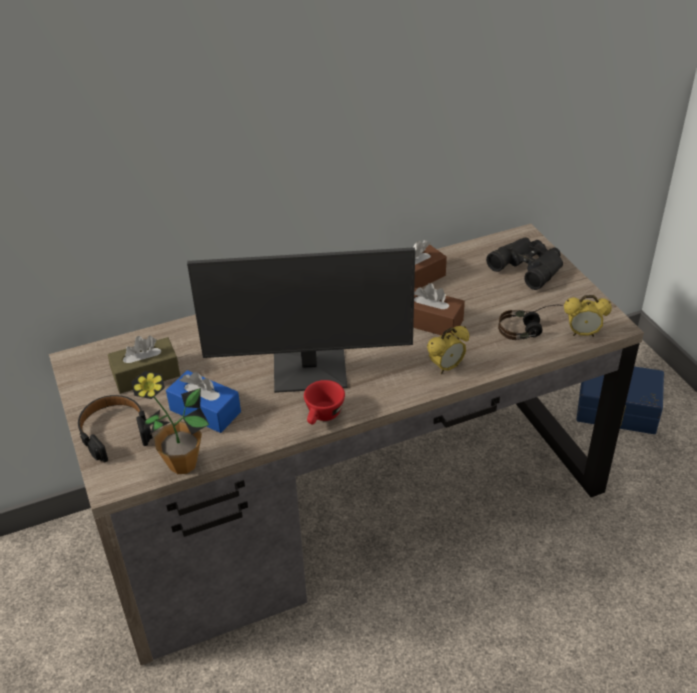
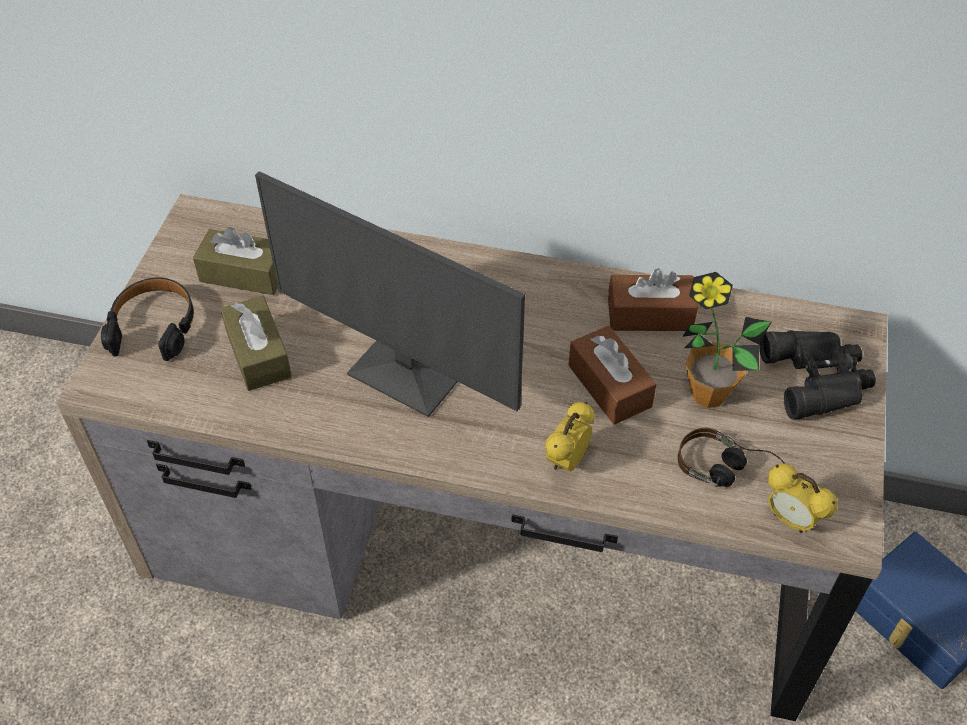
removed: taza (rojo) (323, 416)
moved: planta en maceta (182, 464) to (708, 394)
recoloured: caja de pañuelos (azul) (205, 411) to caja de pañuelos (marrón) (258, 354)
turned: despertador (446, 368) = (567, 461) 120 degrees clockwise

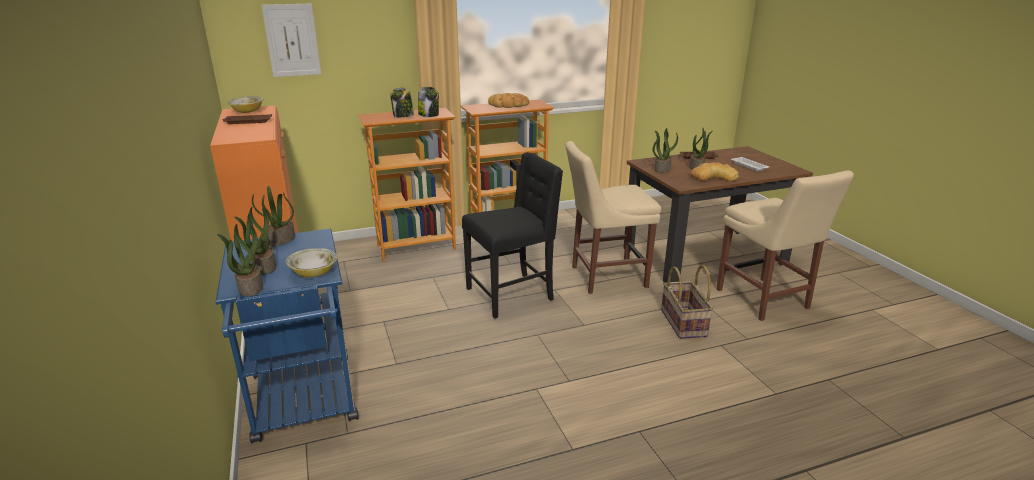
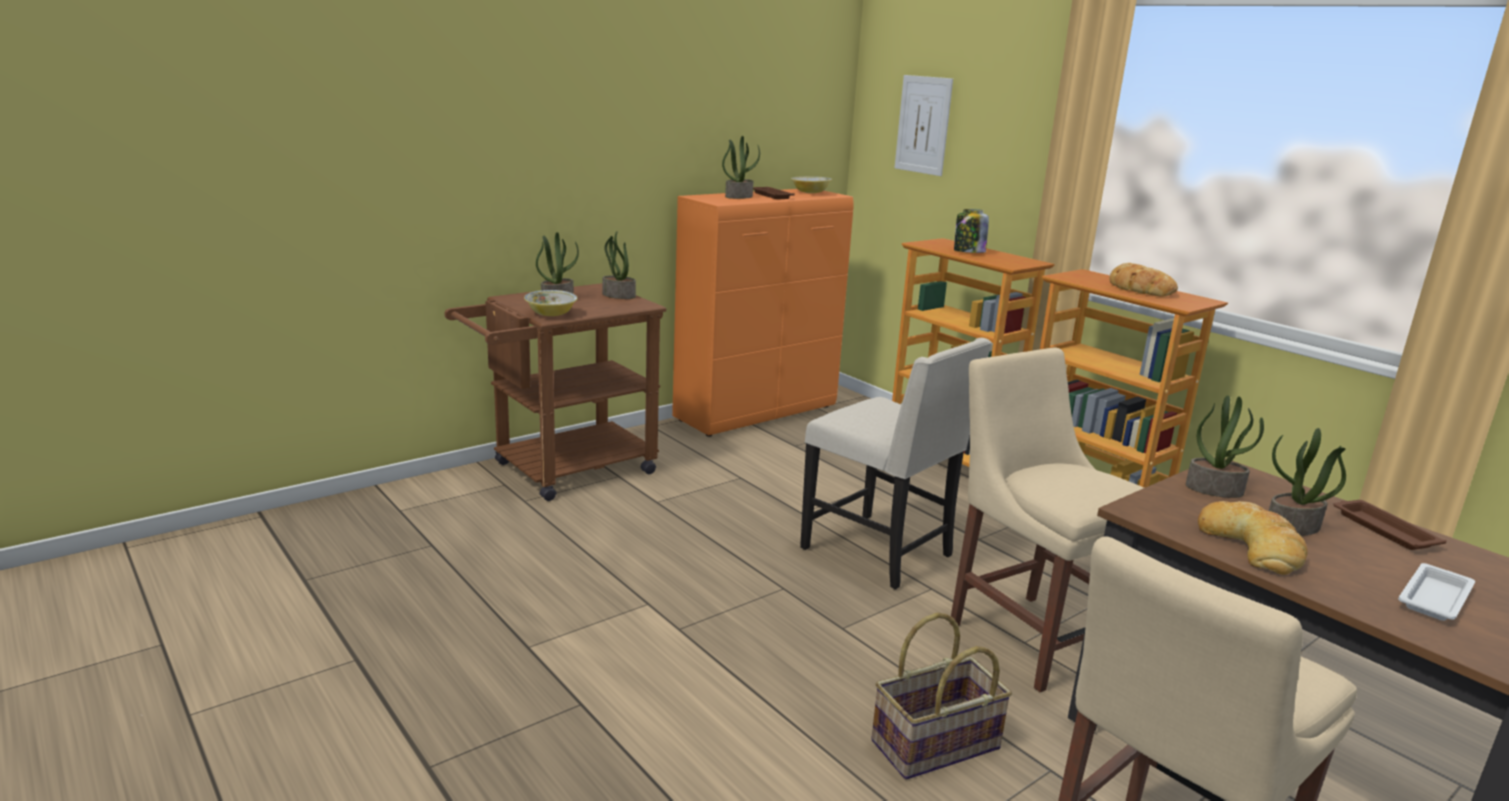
removed: tarro (429, 115)
moved: planta en maceta (250, 287) to (739, 196)
recoloured: carrito (azul) (305, 405) to carrito (marrón) (562, 471); silla (negro) (511, 294) to silla (beis) (881, 552)

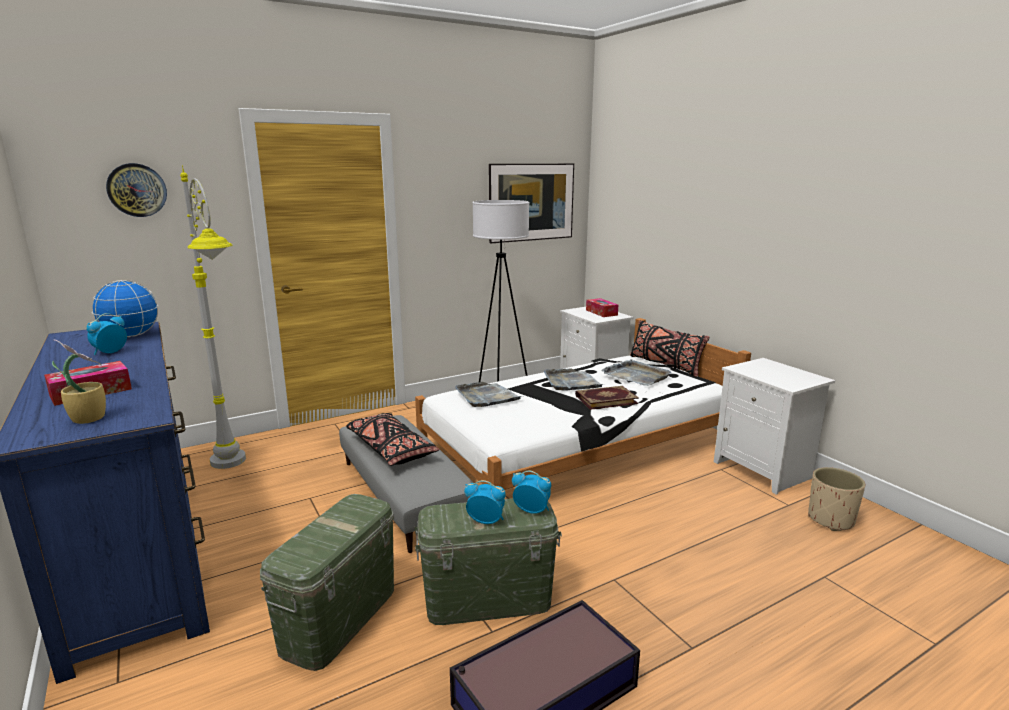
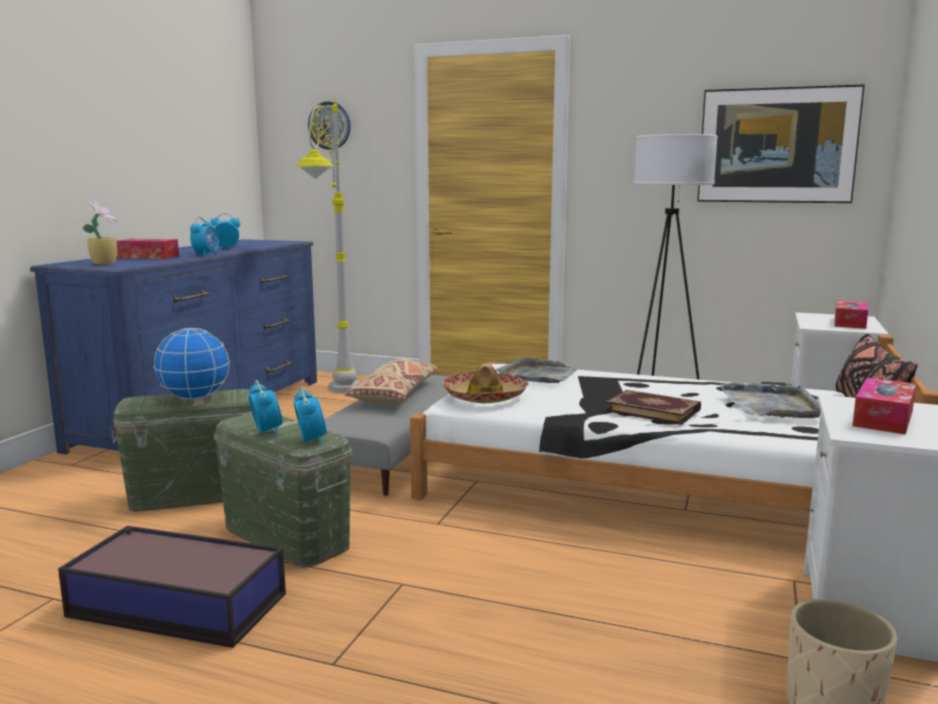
removed: bandeja (gris) (571, 382)
added: despertador (206, 255); sombrero (485, 396); caja de pañuelos (883, 418)
moved: globo terráqueo (130, 336) to (194, 398)
recoloured: cojín (negro) (390, 449) to cojín (beis) (395, 395)

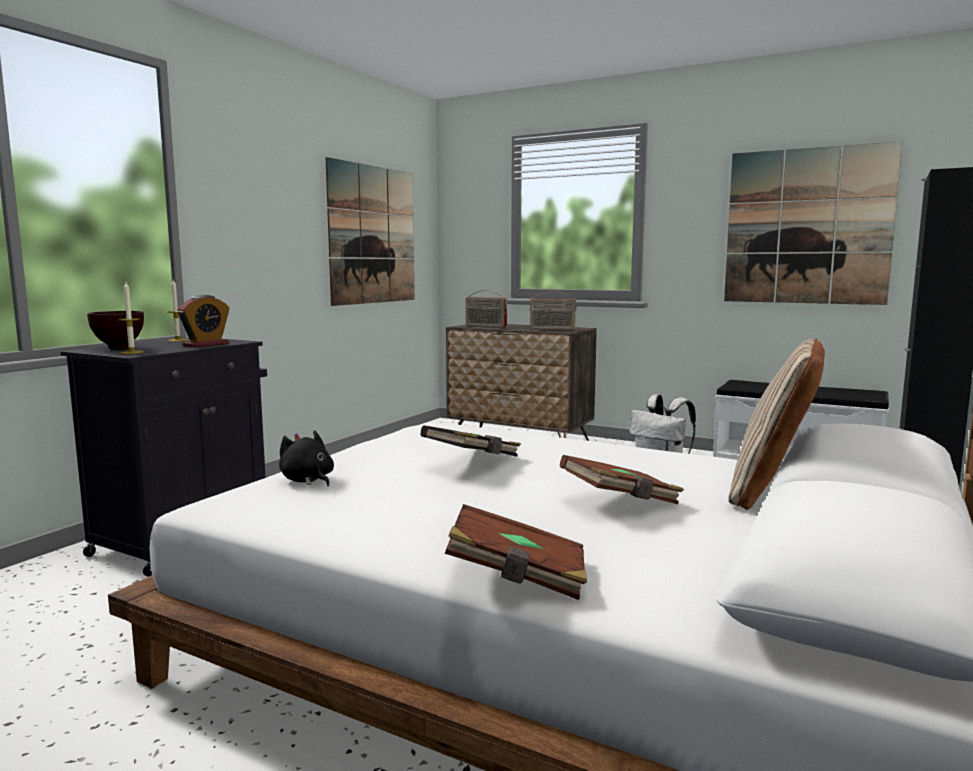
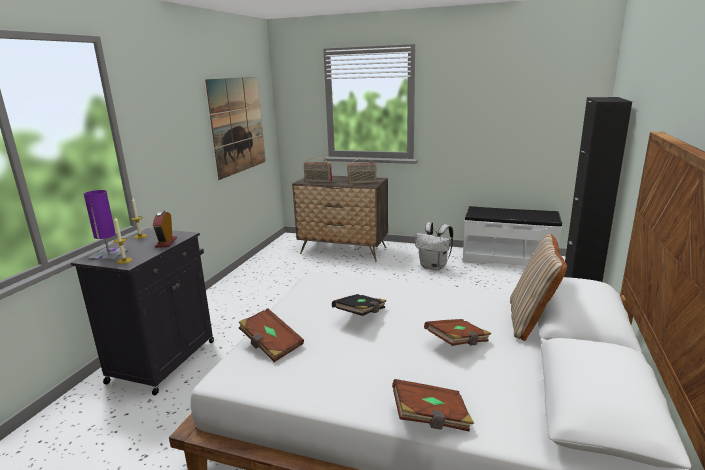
removed: cuadro (807, 226)
replaced: cuenco (marrón) (117, 348) to lámpara de mesa (morado) (109, 255); peluche (negro) (308, 480) to libro (marrón) (271, 345)
turned: despertador (206, 345) = (166, 243) 150 degrees clockwise

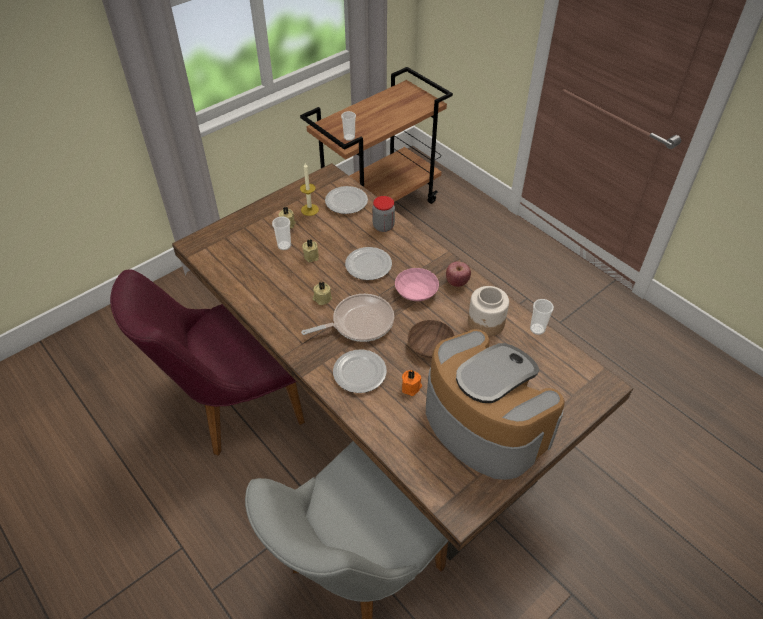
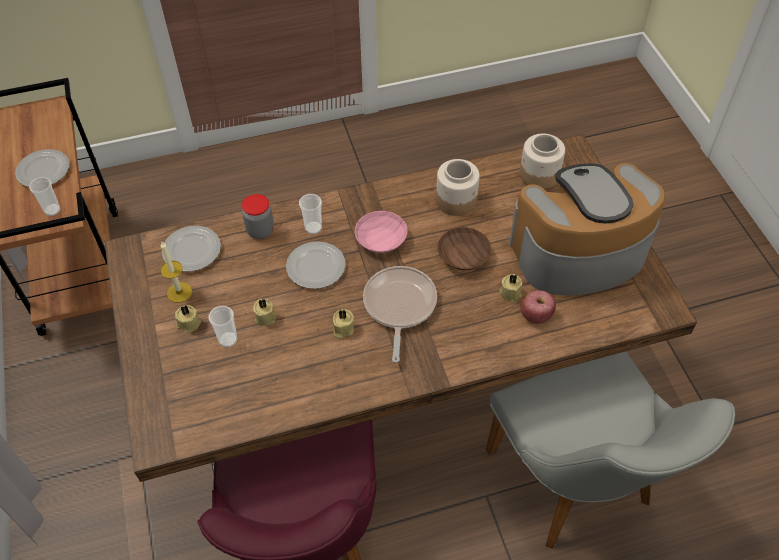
added: tarro (539, 175)
moved: plato (360, 373) to (44, 170); manzana (457, 282) to (535, 315); taza (537, 329) to (313, 228)
recoloured: vela (naranja) (411, 387) to vela (beis) (510, 292)

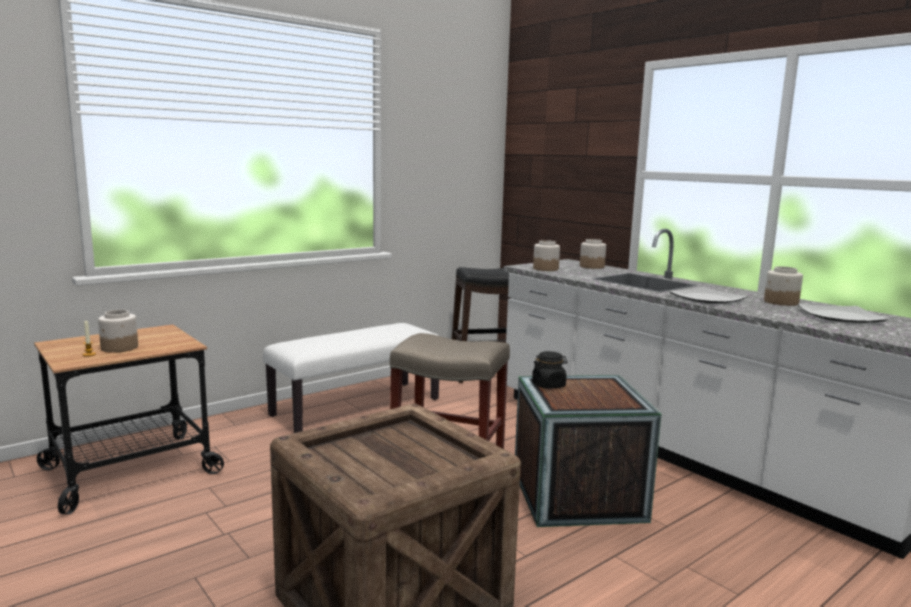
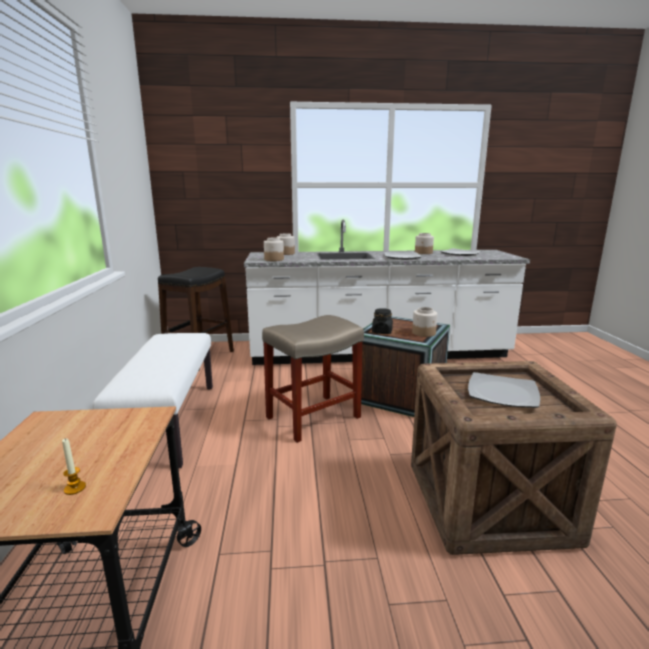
added: plato (503, 393)
moved: tarro (119, 348) to (424, 333)

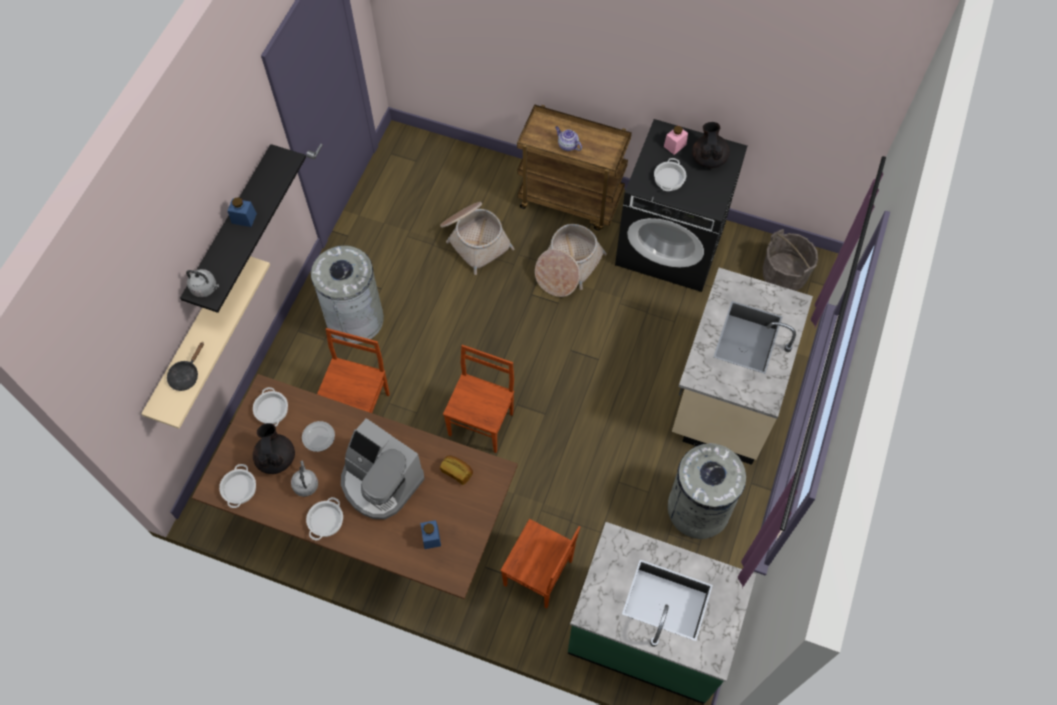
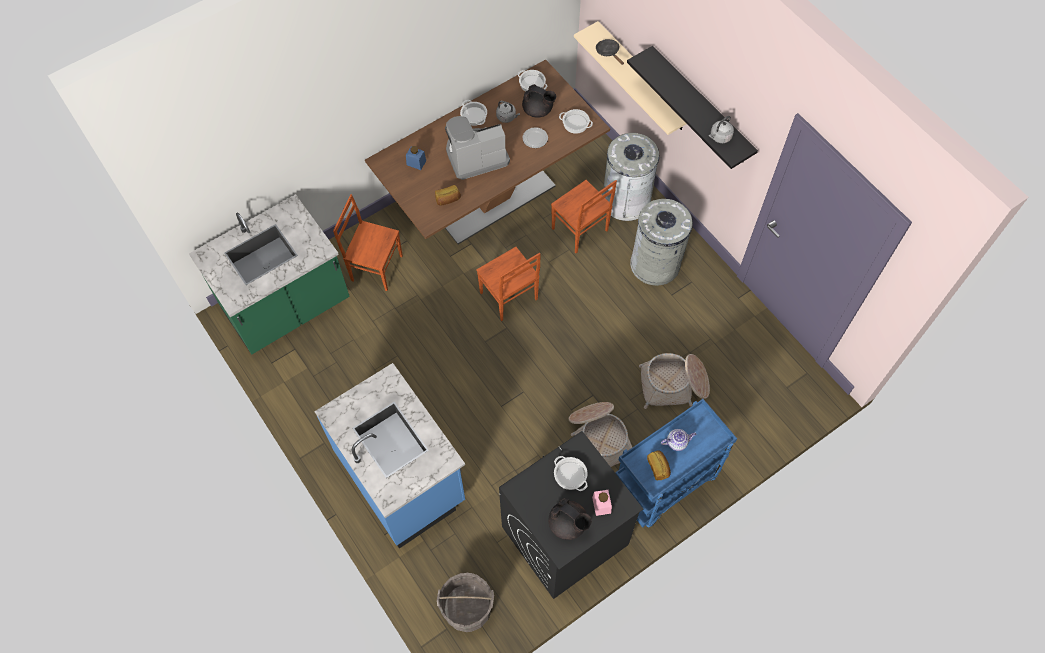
removed: tarro (azul) (244, 218)
added: pan (658, 467)
moved: hervidor (gris) (205, 288) to (719, 137); papelera (gris) (697, 509) to (626, 200)
recoloured: carrito (marrón) (571, 200) to carrito (azul) (665, 485); mueble bajo de cocina (beis) (726, 395) to mueble bajo de cocina (azul) (402, 477)
turned: silla (marrón) (538, 574) = (376, 267) 45 degrees clockwise

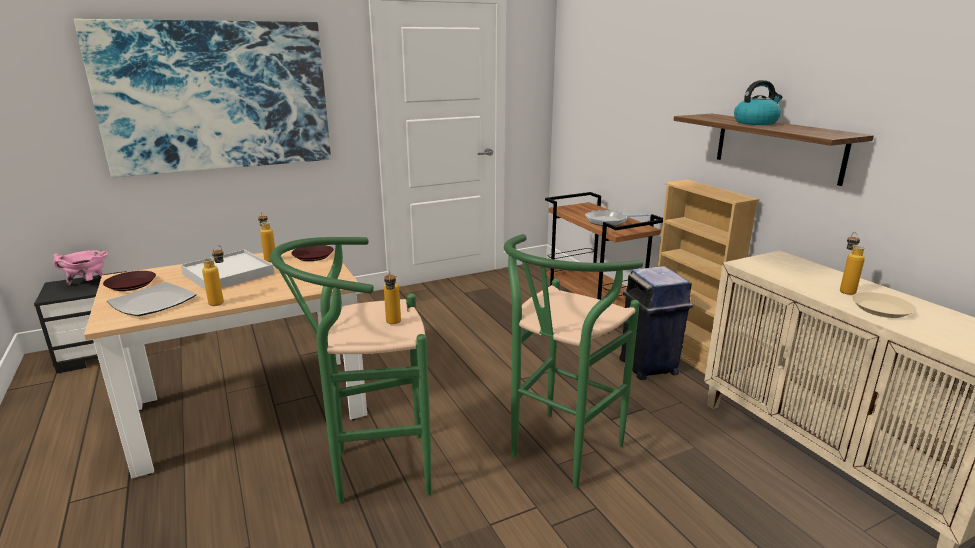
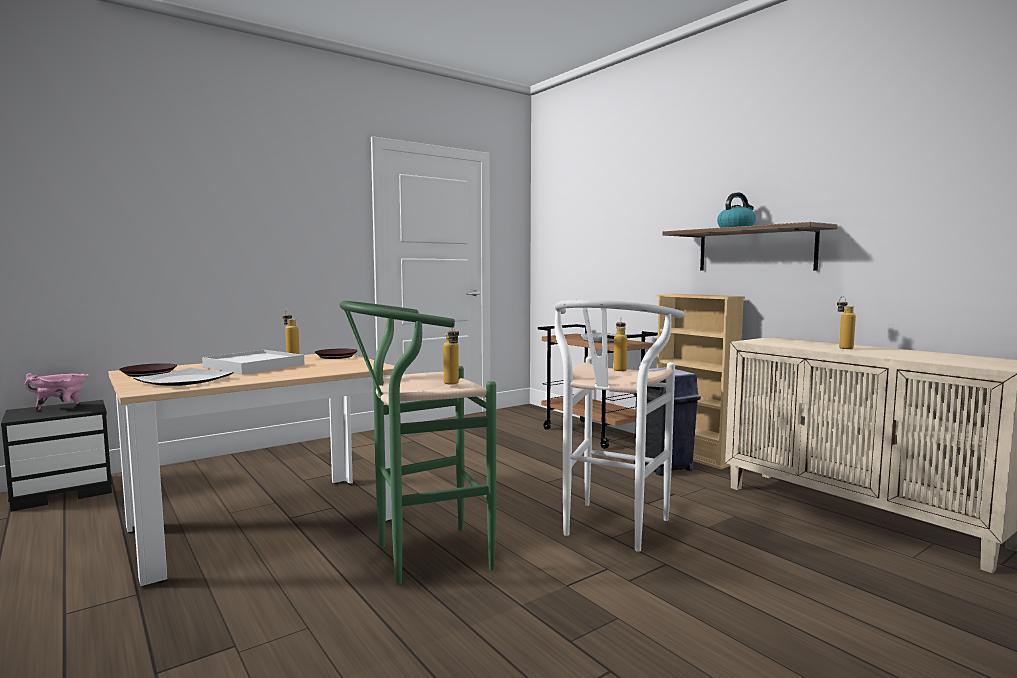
removed: cuadro (217, 97); plato (beis) (882, 309)
moved: botella (220, 301) to (619, 369)
recoloured: taburete (verde) (559, 454) to taburete (blanco) (610, 530)

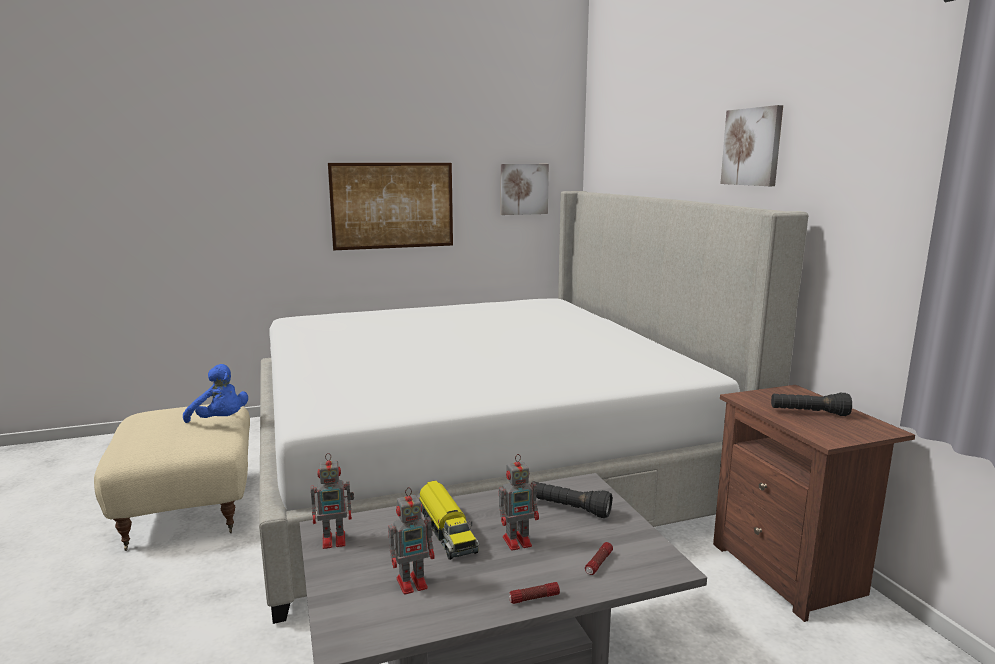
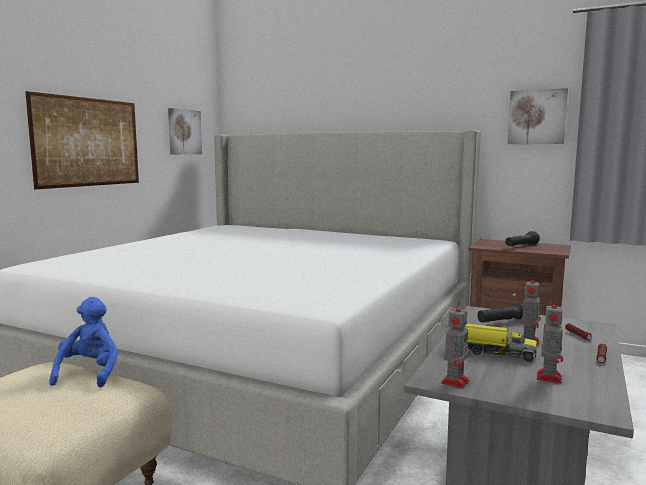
moved: cuadro (752, 147) to (537, 117)
turned: peluche (azul) (220, 421) = (90, 373) 75 degrees counterclockwise

